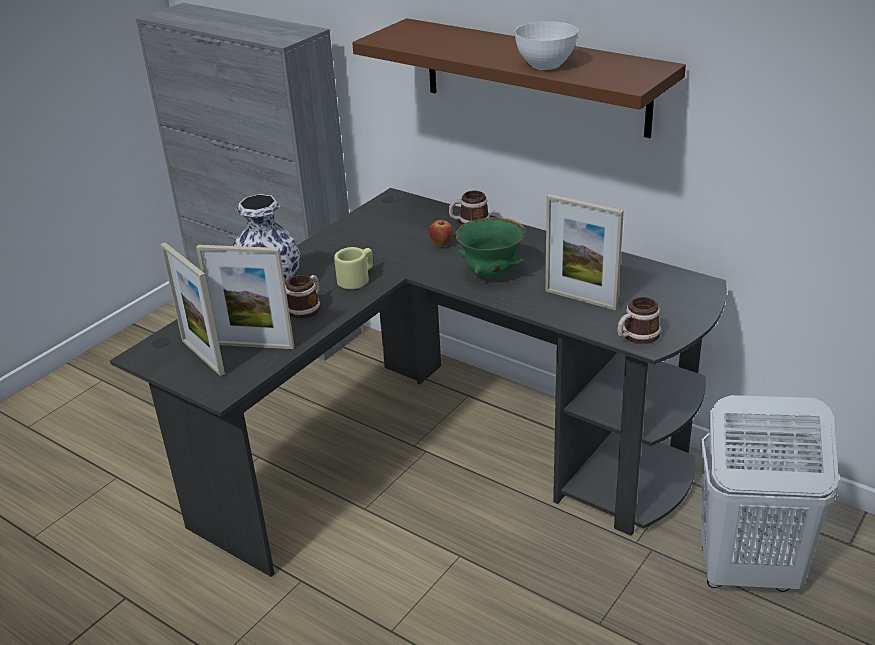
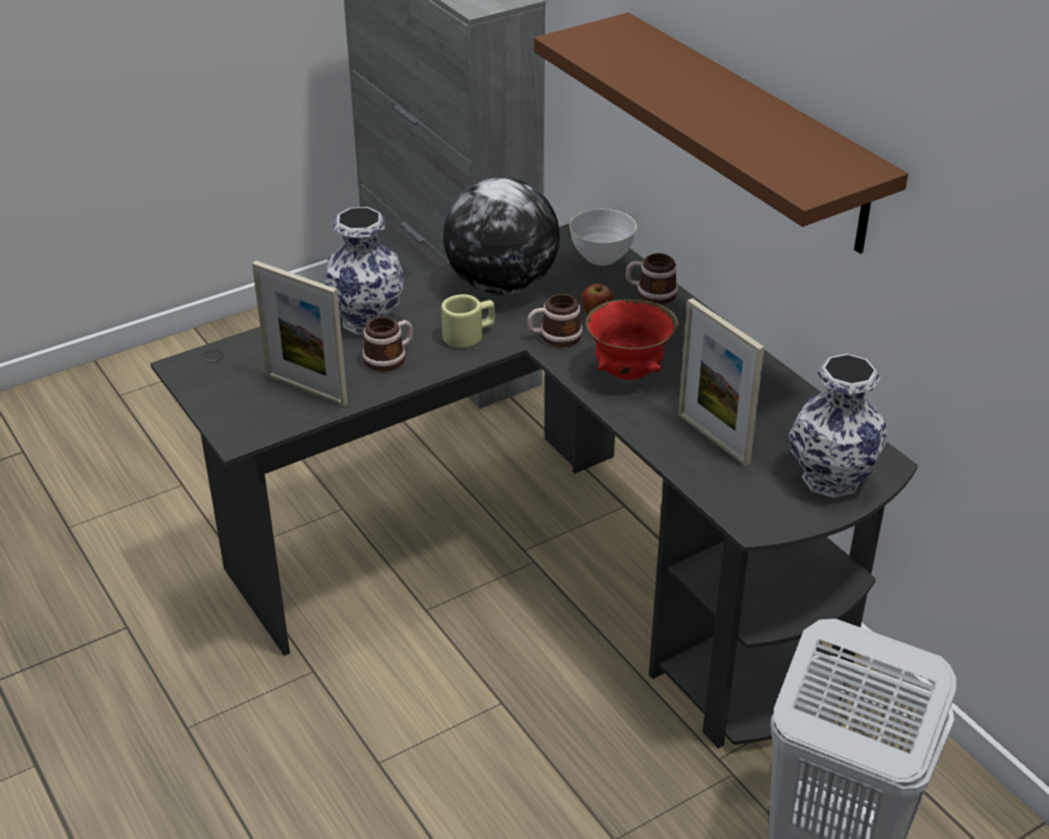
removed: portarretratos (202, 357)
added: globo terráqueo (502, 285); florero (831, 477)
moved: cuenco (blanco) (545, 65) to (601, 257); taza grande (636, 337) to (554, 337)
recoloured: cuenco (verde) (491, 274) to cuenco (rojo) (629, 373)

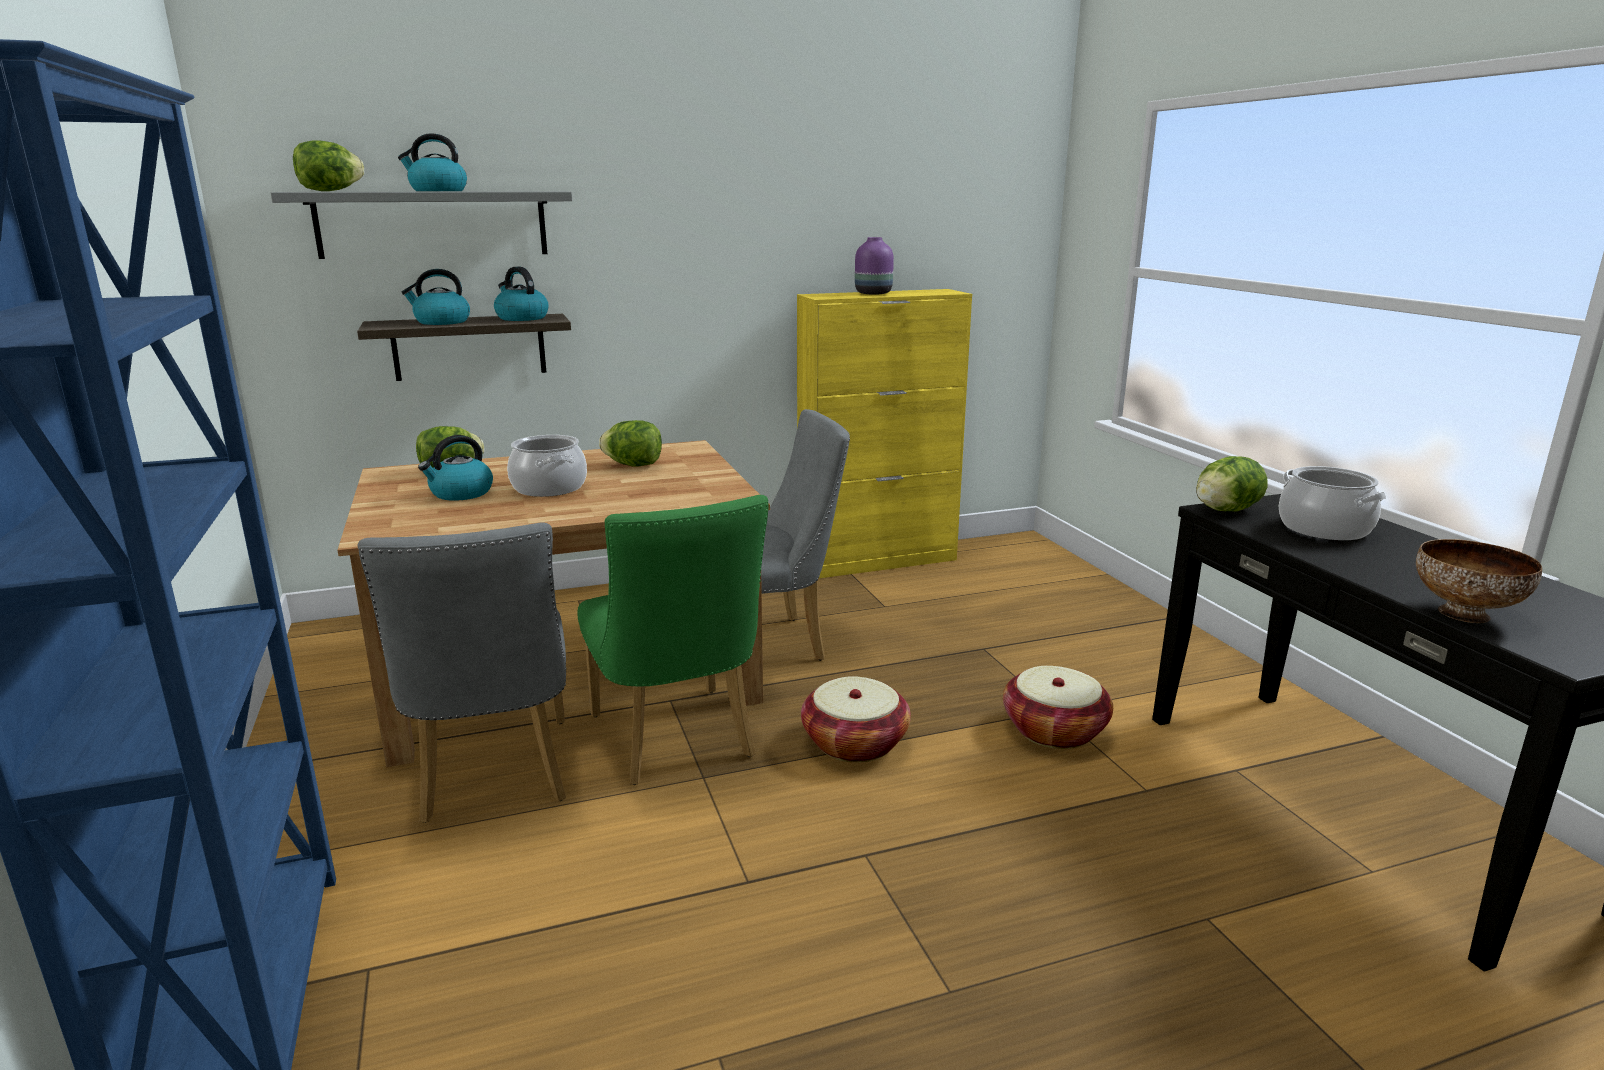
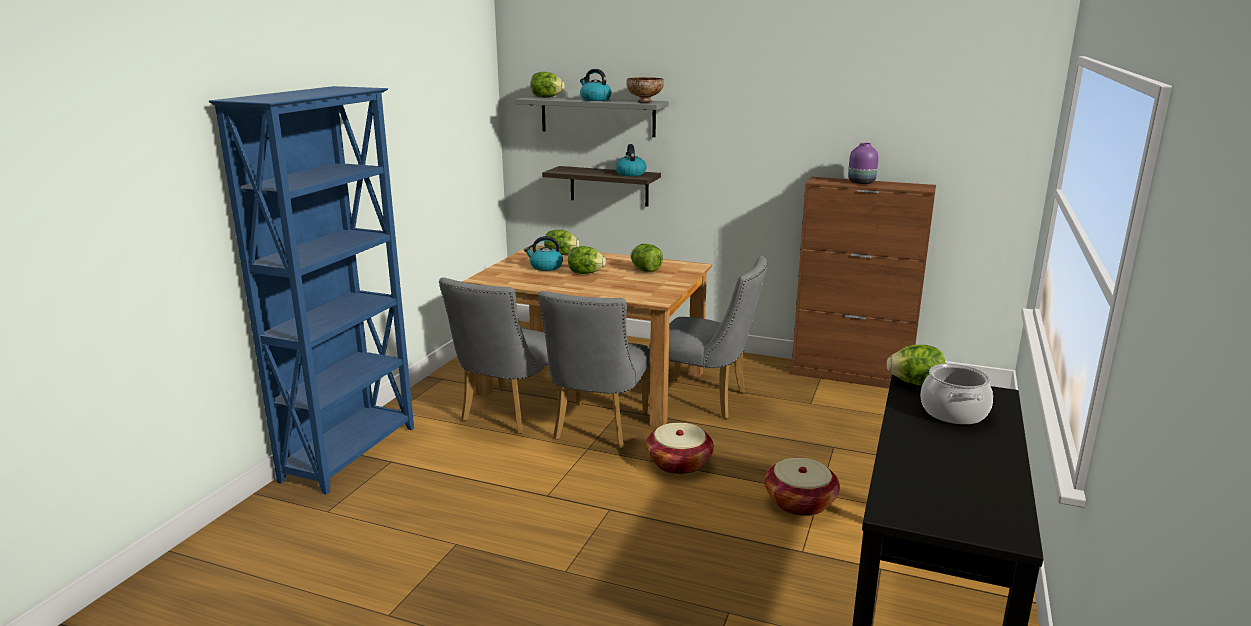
removed: hervidor (441, 322)
moved: cuenco (1464, 615) to (644, 102)
replaced: olla (548, 488) to lechuga (585, 273)
recoloured: silla (verde) (677, 742) to silla (gris) (597, 429); armario (amarillo) (878, 561) to armario (marrón) (851, 376)

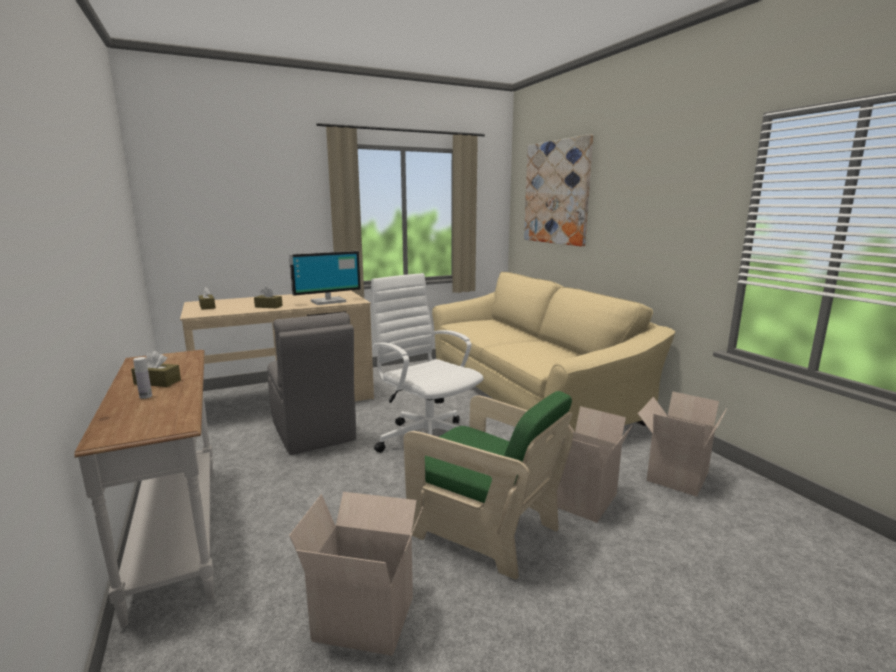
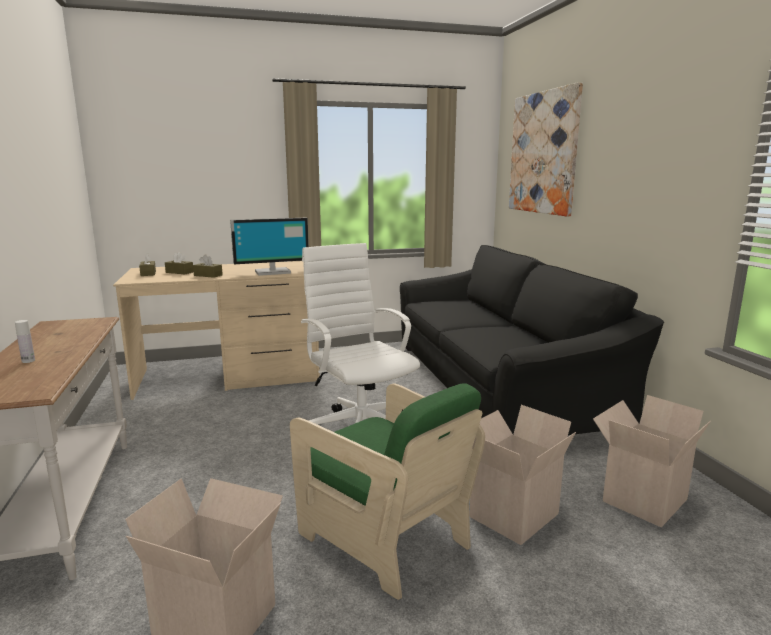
removed: silla (gris) (313, 432)
moved: caja de pañuelos (marrón) (157, 382) to (179, 272)
recoloured: sofá (beis) (527, 390) to sofá (negro) (496, 383)

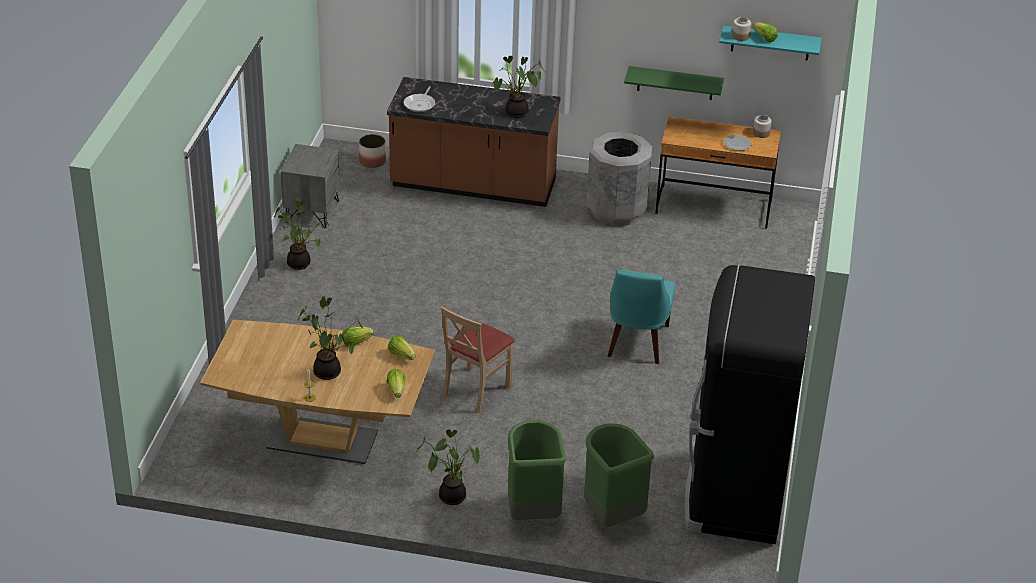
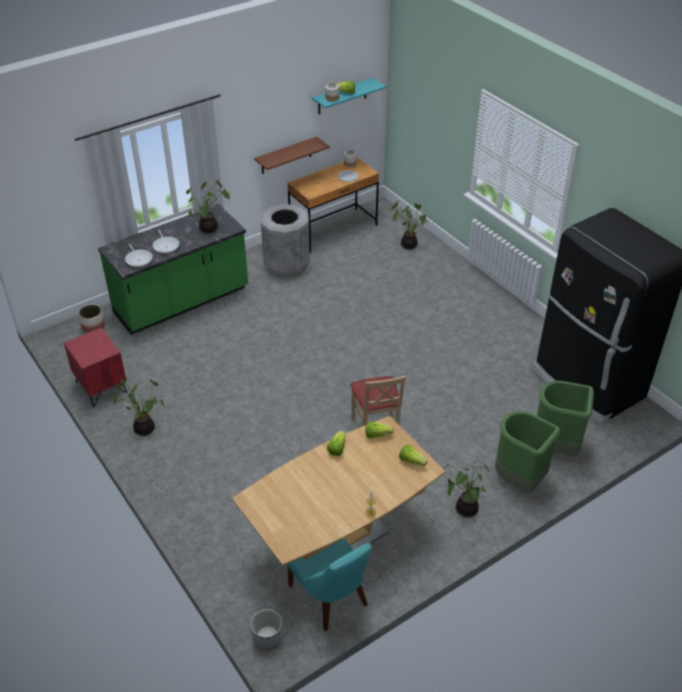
added: sartén (166, 246); maceta (268, 637)
moved: planta en maceta (329, 371) to (409, 244); silla (turquesa) (636, 343) to (330, 598)
recoloured: mesita de noche (gris) (311, 212) to mesita de noche (rojo) (101, 387); mueble bajo de cocina (marrón) (473, 186) to mueble bajo de cocina (verde) (182, 302); estante (verde) (675, 83) to estante (marrón) (286, 156)

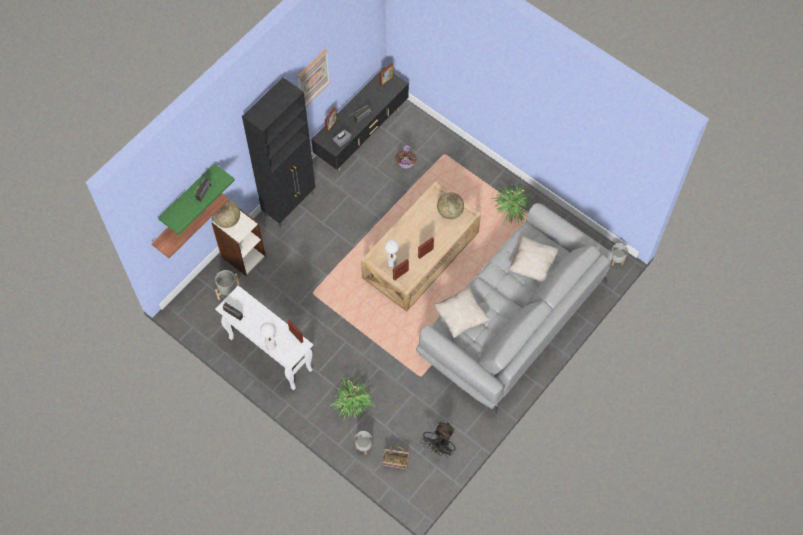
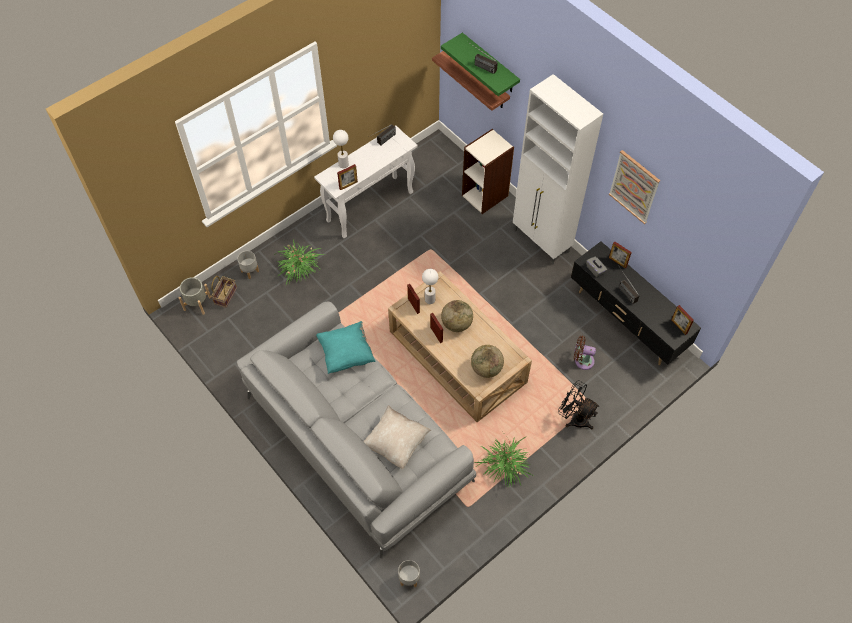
moved: globo terráqueo (227, 220) to (456, 324); maceta (gris) (228, 291) to (197, 303); ventilador (negro) (439, 447) to (574, 418)
recoloured: armario (negro) (290, 204) to armario (blanco) (541, 242); cojín (beis) (461, 317) to cojín (turquesa) (346, 354)

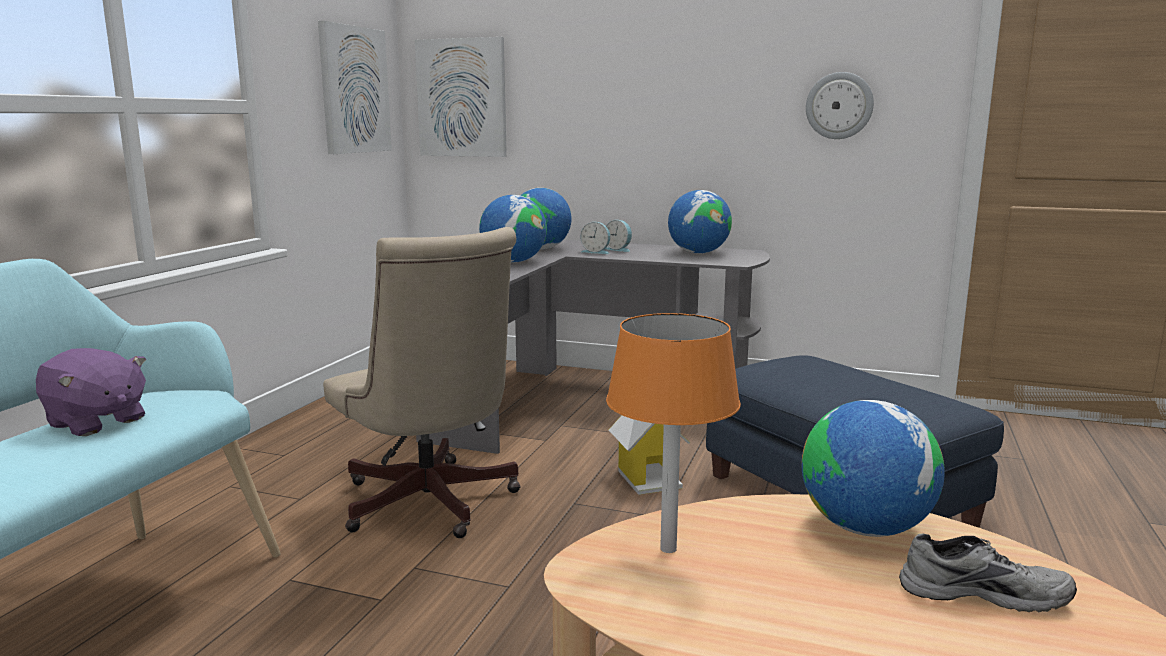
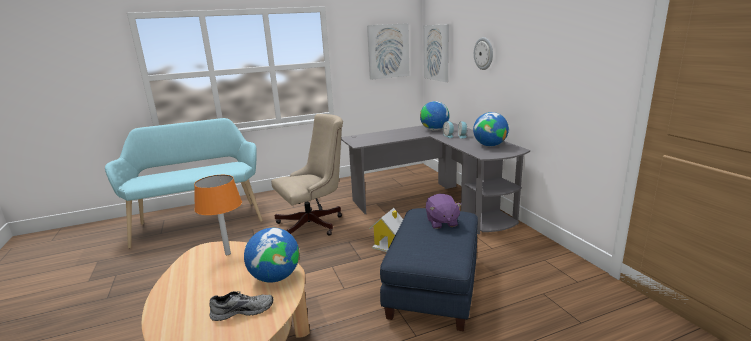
removed: globo terráqueo (513, 261)
moved: peluche (morado) (96, 422) to (441, 222); reloj de pared (839, 105) to (484, 53)
turned: silla de oficina (beis) (431, 506) = (314, 223) 135 degrees counterclockwise; zapato (gris) (982, 592) = (243, 310) 75 degrees counterclockwise

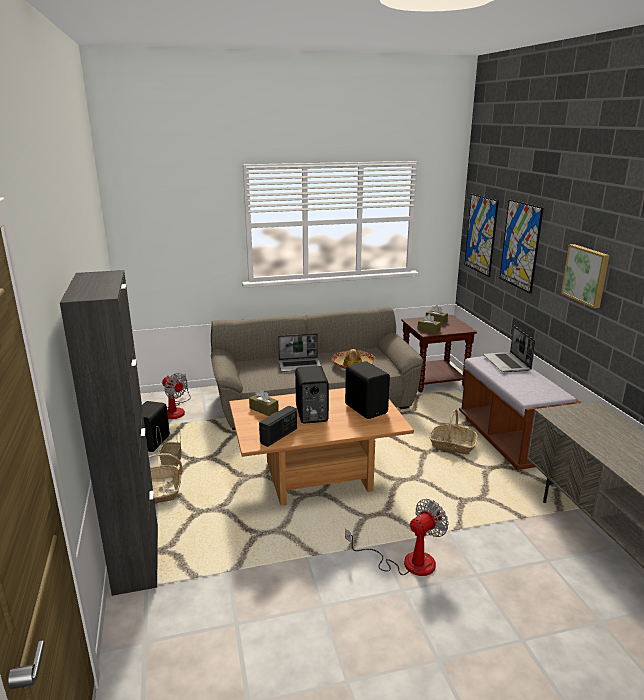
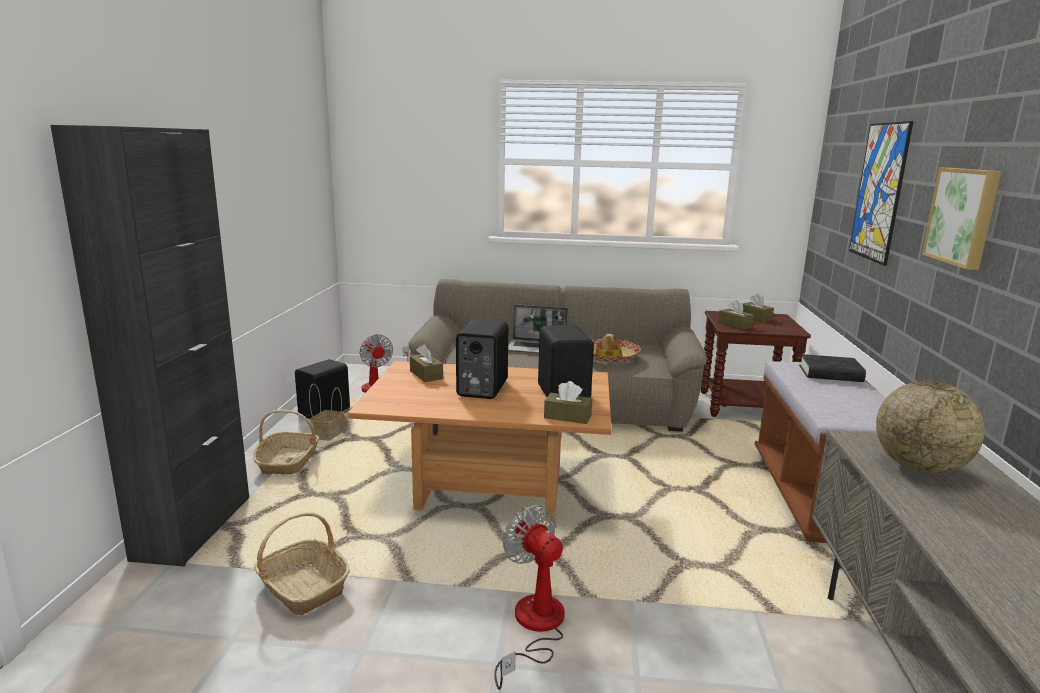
removed: radio (279, 436); cuadro (481, 234)
added: caja de pañuelos (marrón) (567, 416); globo terráqueo (919, 468)
moved: cesta (452, 445) to (302, 587)
replaced: portátil (507, 363) to libro (negro) (830, 374)
turned: ventilador (407, 562) = (534, 627) 105 degrees counterclockwise

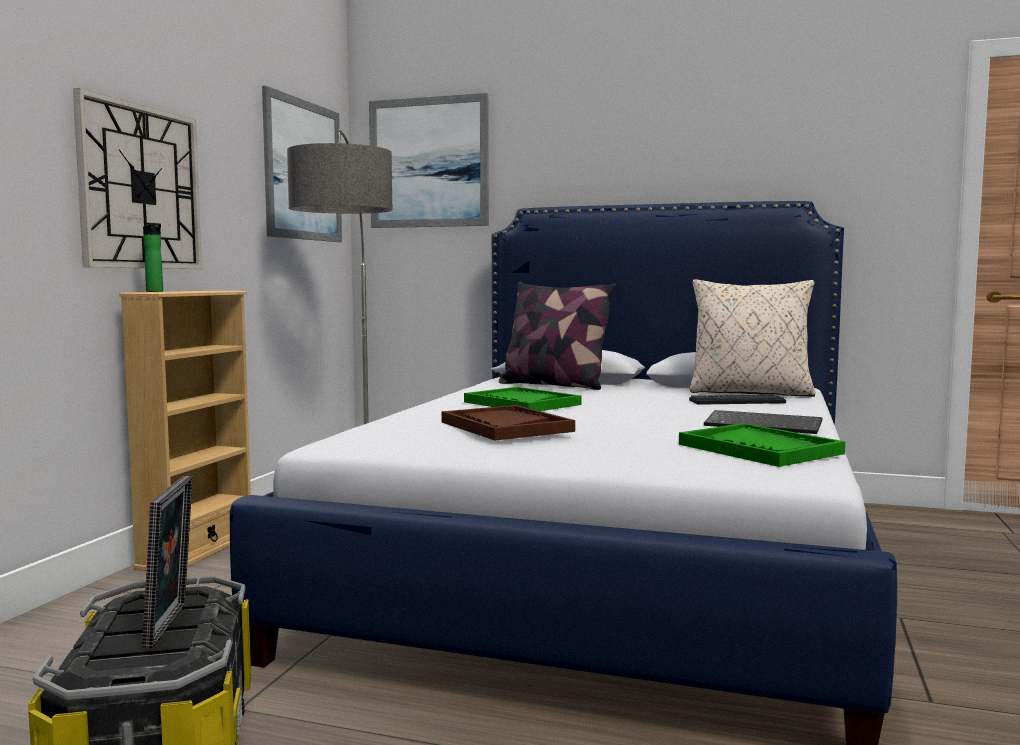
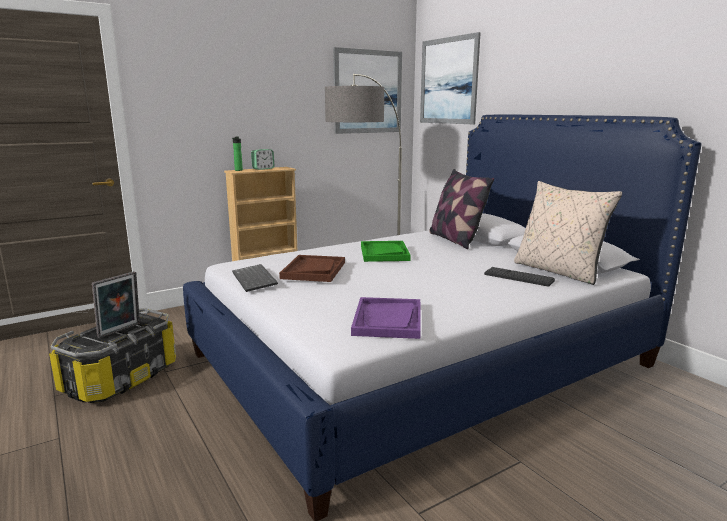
removed: reloj de pared (140, 187)
added: despertador (263, 169)
moved: teclado (764, 425) to (255, 279)
recoloured: bandeja (verde) (759, 449) to bandeja (morado) (388, 320)

